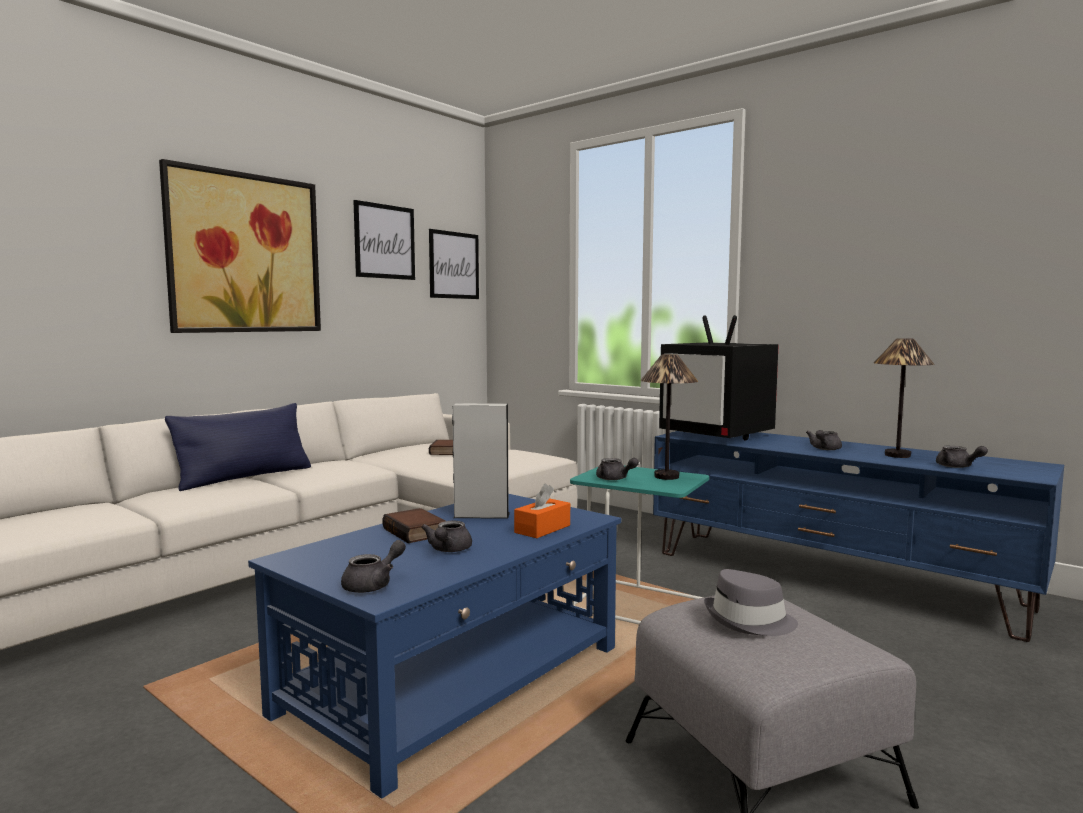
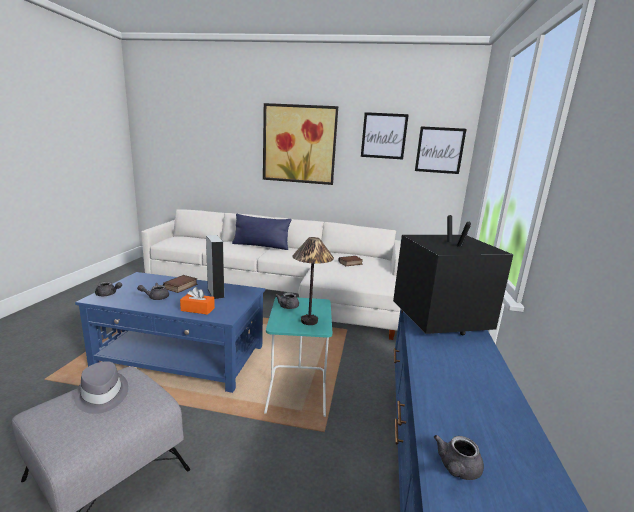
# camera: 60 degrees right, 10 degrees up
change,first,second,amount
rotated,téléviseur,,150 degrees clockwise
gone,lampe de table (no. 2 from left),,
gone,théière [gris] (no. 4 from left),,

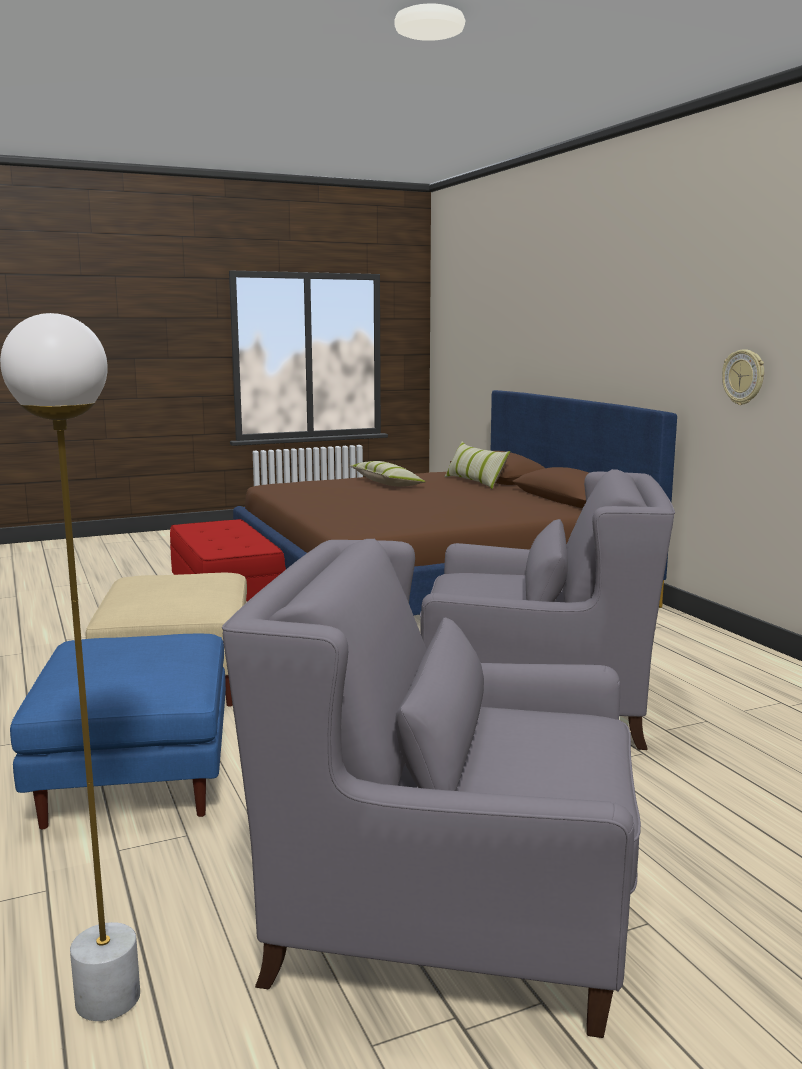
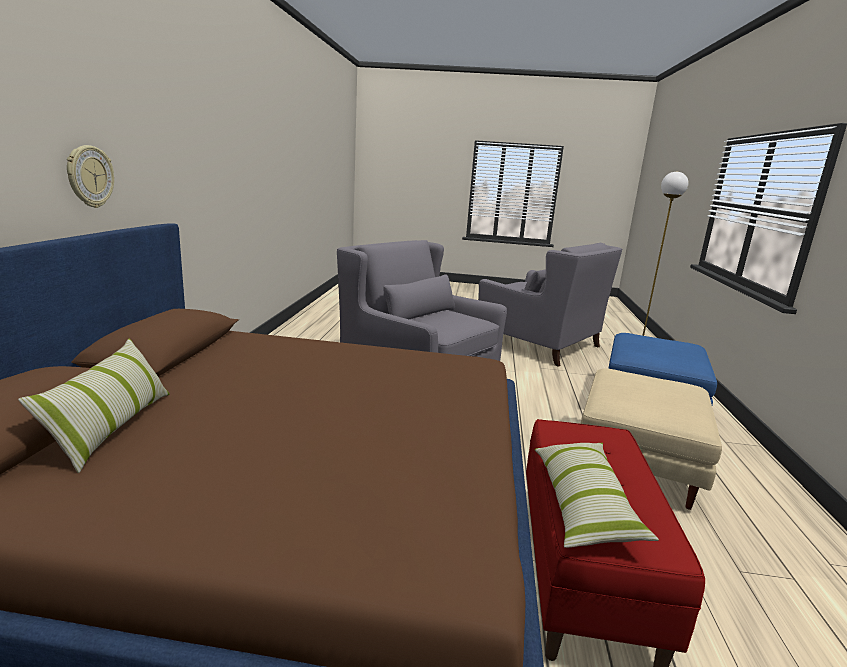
# camera: 150 degrees left, 5 degrees up
change,first,second,amount
shifted,horloge murale,,
shifted,coussin (no. 1 from left in the first image),coussin (no. 2 from left),

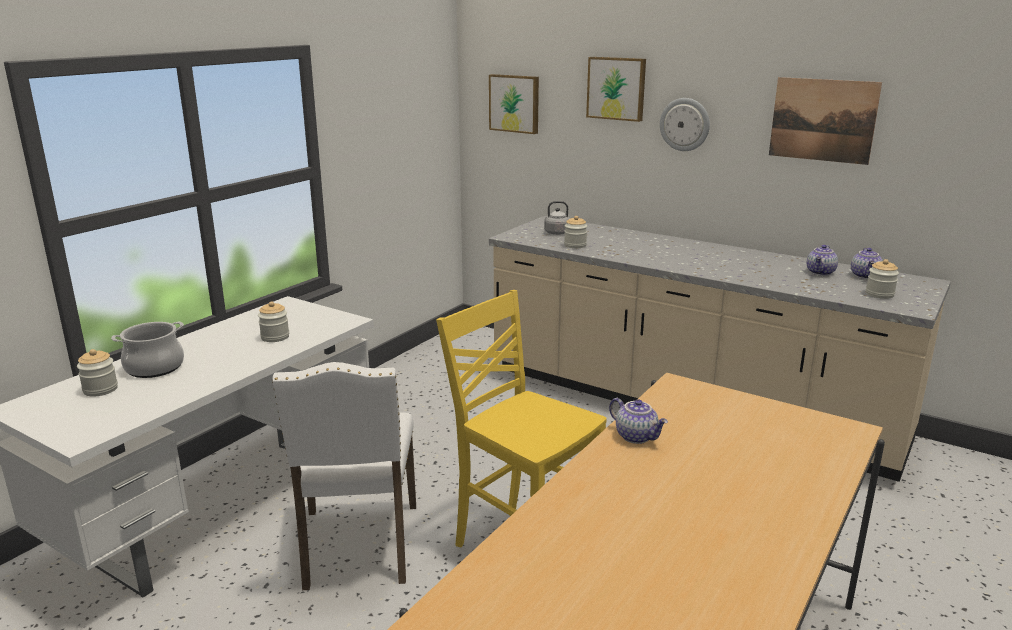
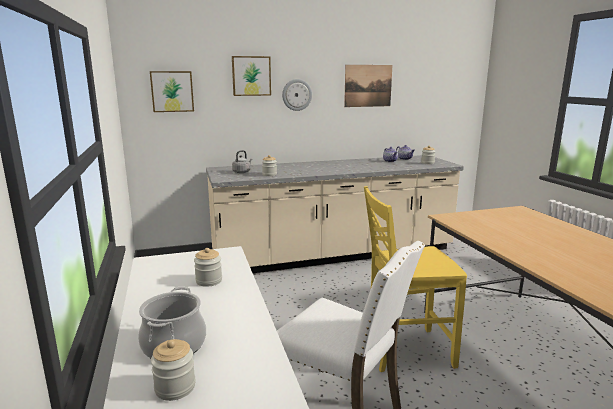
# camera: 50 degrees left, 5 degrees down
change,first,second,amount
gone,théière (no. 1 from left),,

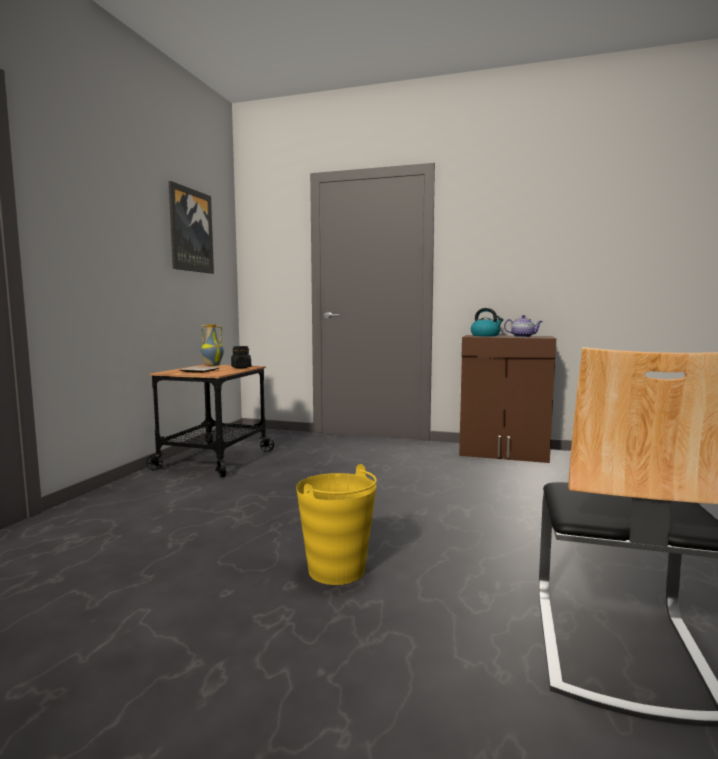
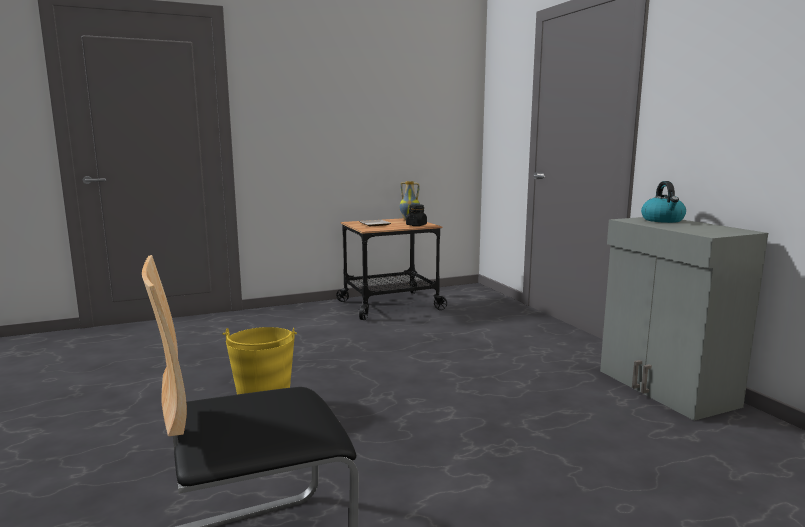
# camera: 50 degrees right, 5 degrees up
change,first,second,amount
gone,tableau,,
gone,théière,,
repainted,meuble de rangement [marron],meuble de rangement [gris],

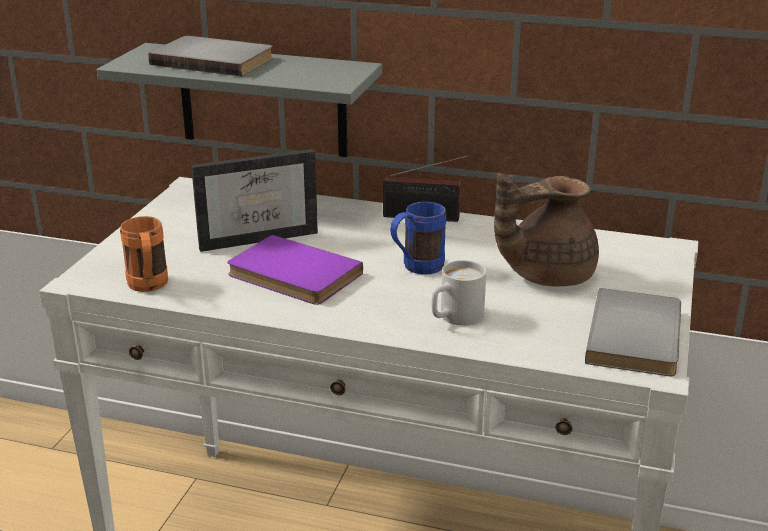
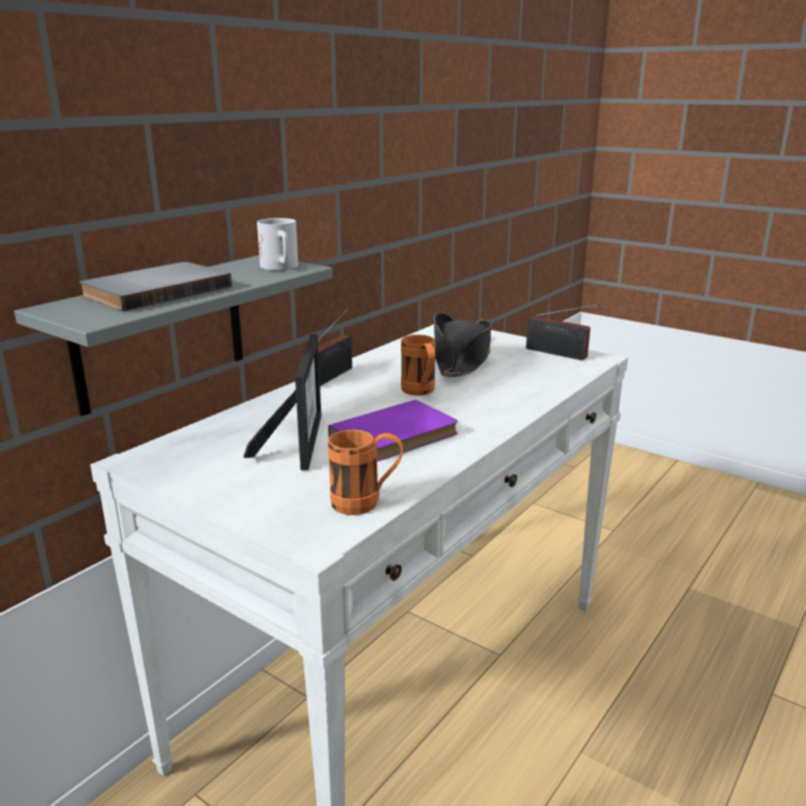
# camera: 70 degrees left, 5 degrees down
change,first,second,amount
swapped,théière [marron],chapeau [noir],
repainted,mug [bleu],mug [orange] (no. 2 from left),
shifted,mug [blanc],,
swapped,livre [gris] (no. 2 from left),radio (no. 2 from left),

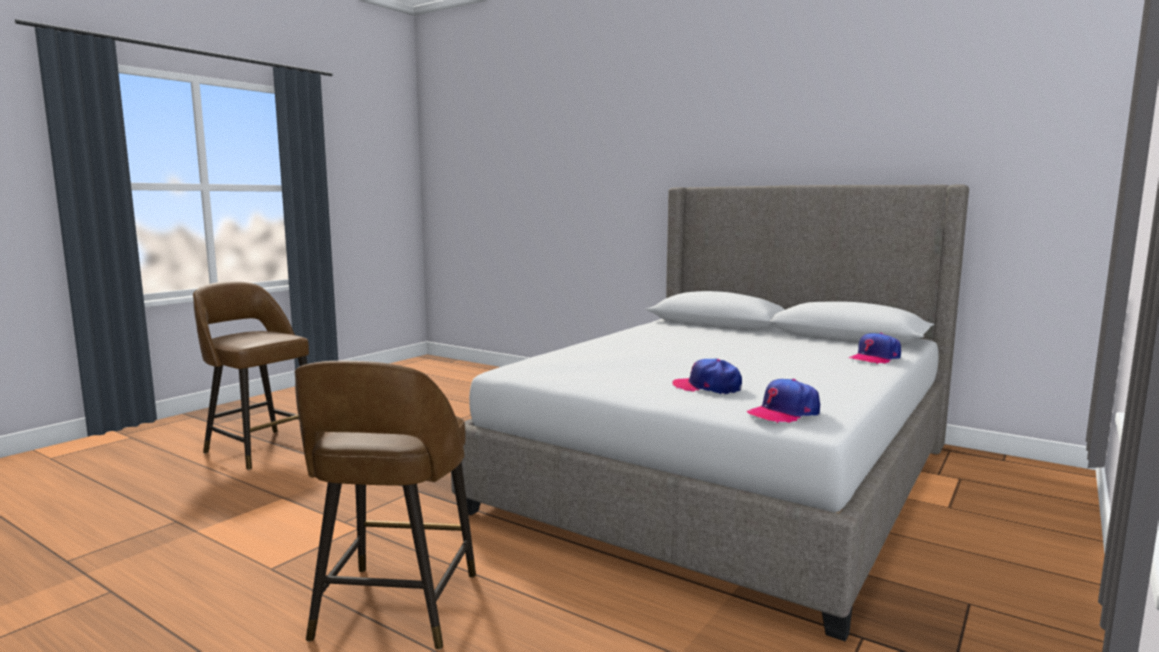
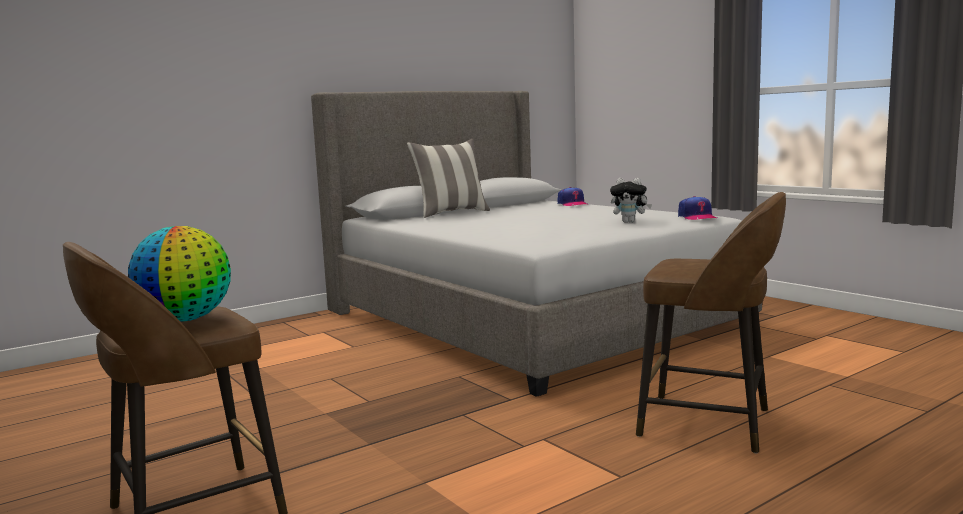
# camera: 70 degrees left, 0 degrees up
change,first,second,amount
swapped,casquette (no. 1 from left),peluche,
new,,coussin,
new,,globe,

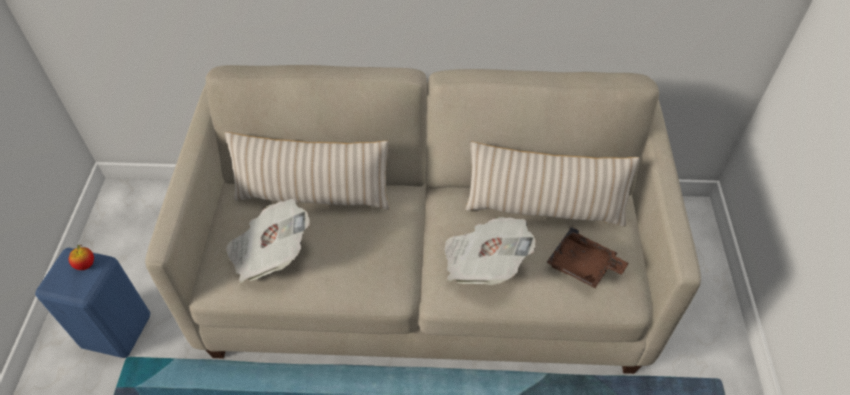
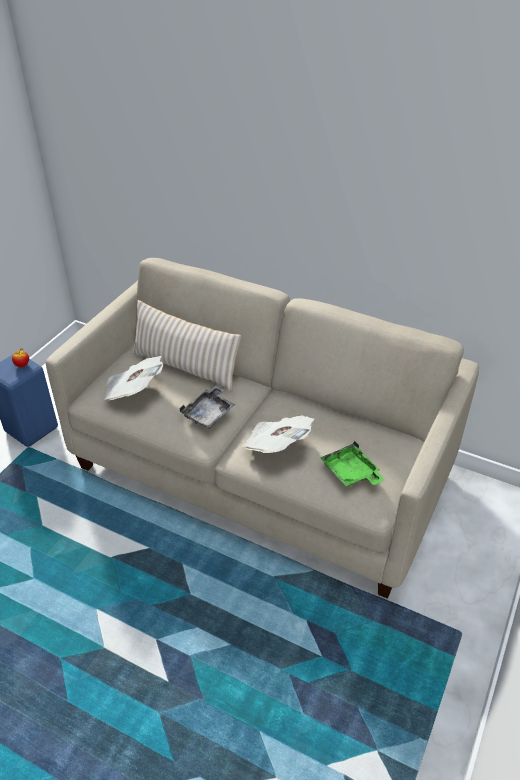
# camera: 25 degrees right, 10 degrees down
change,first,second,amount
gone,coussin [beige] (no. 2 from left),,
repainted,plateau [marron],plateau [vert],
new,,plateau [gris],

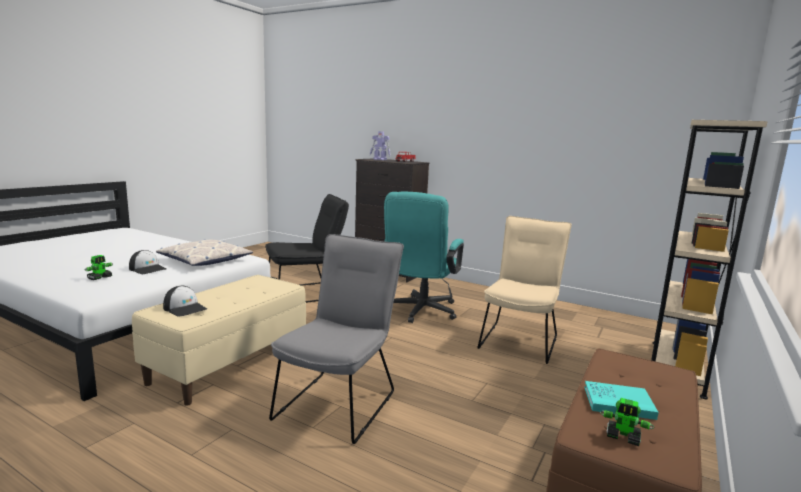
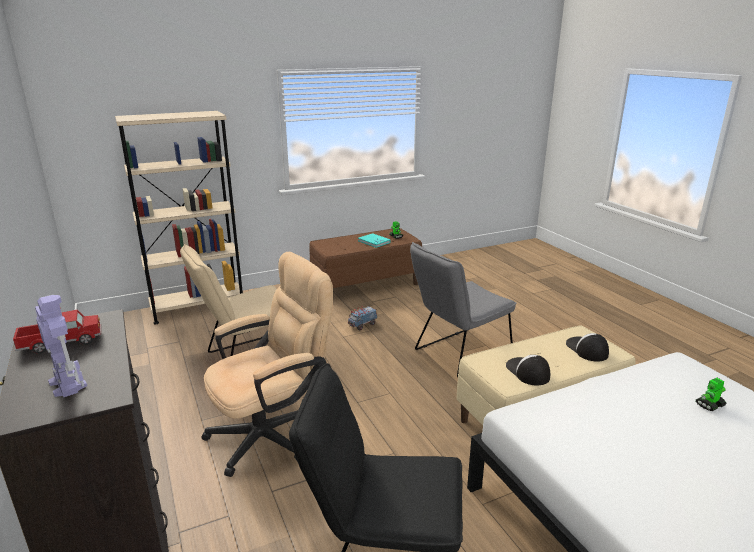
# camera: 145 degrees left, 10 degrees up
change,first,second,amount
repainted,chaise de bureau [turquoise],chaise de bureau [beige],
gone,coussin,,
shifted,casquette (no. 1 from left),,
new,,camion jouet (no. 2 from left),

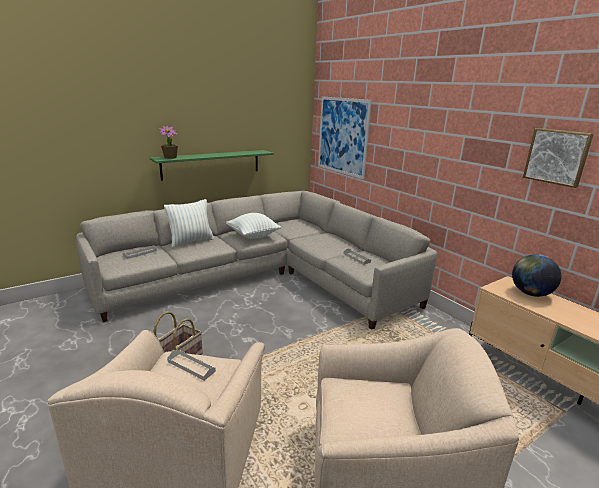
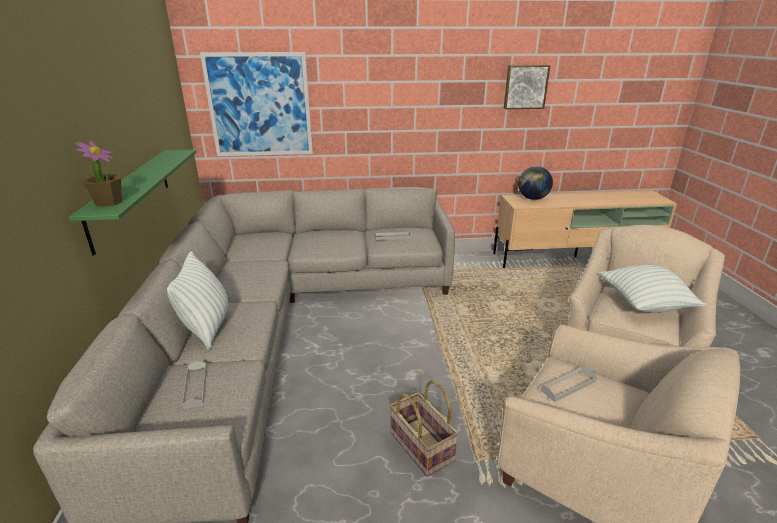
# camera: 60 degrees left, 5 degrees up
change,first,second,amount
shifted,coussin (no. 2 from left),,

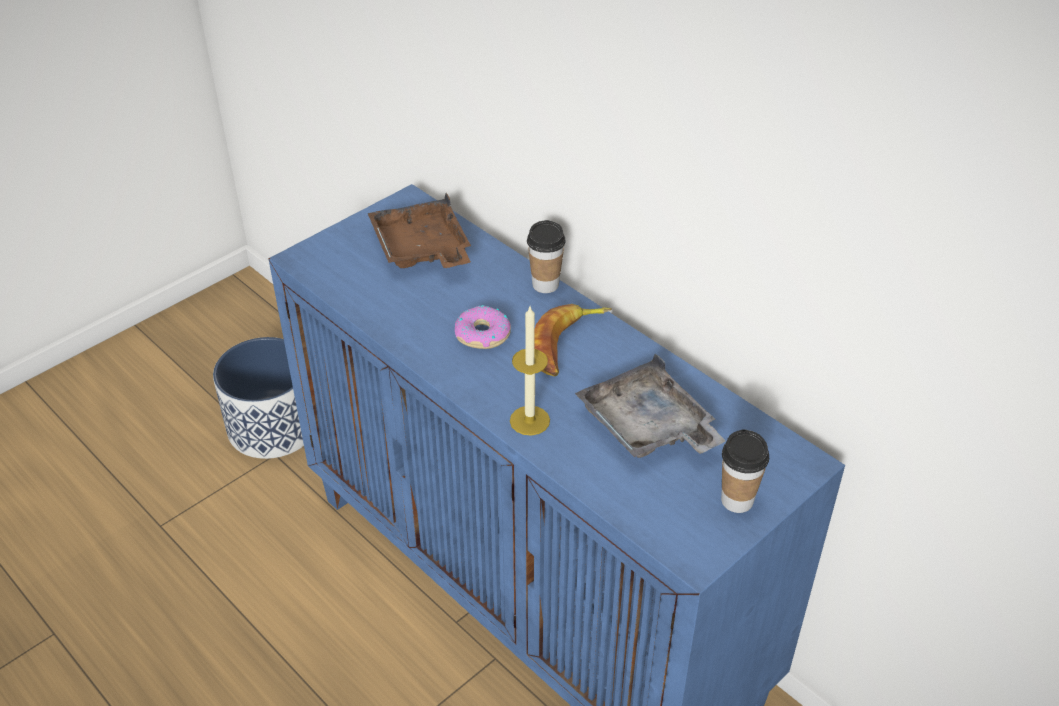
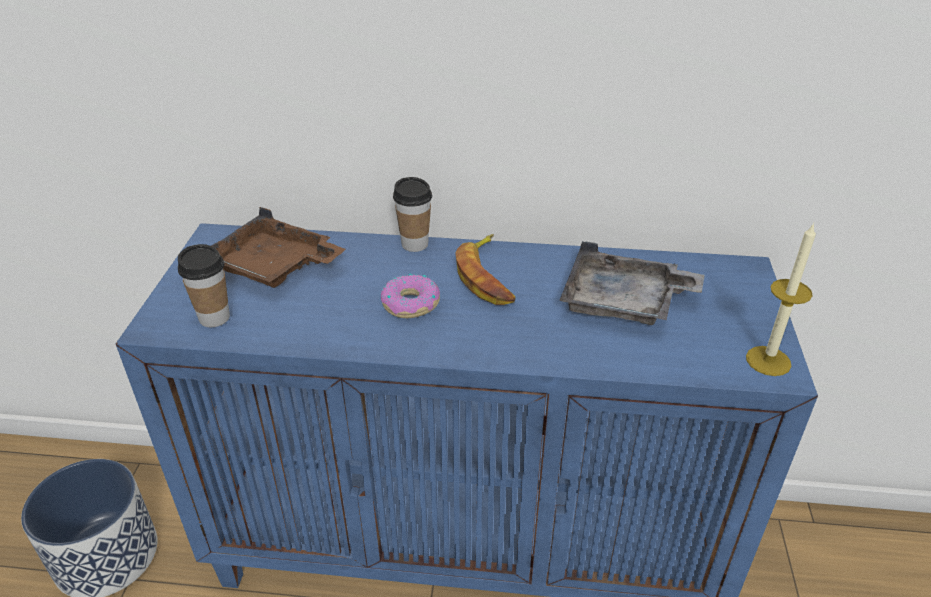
# camera: 40 degrees left, 5 degrees down
change,first,second,amount
shifted,bougie,,
shifted,tasse (no. 2 from left in the first image),tasse (no. 1 from left),

